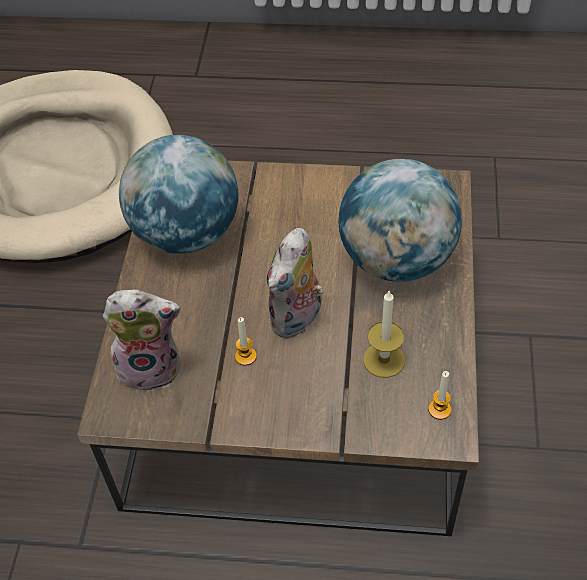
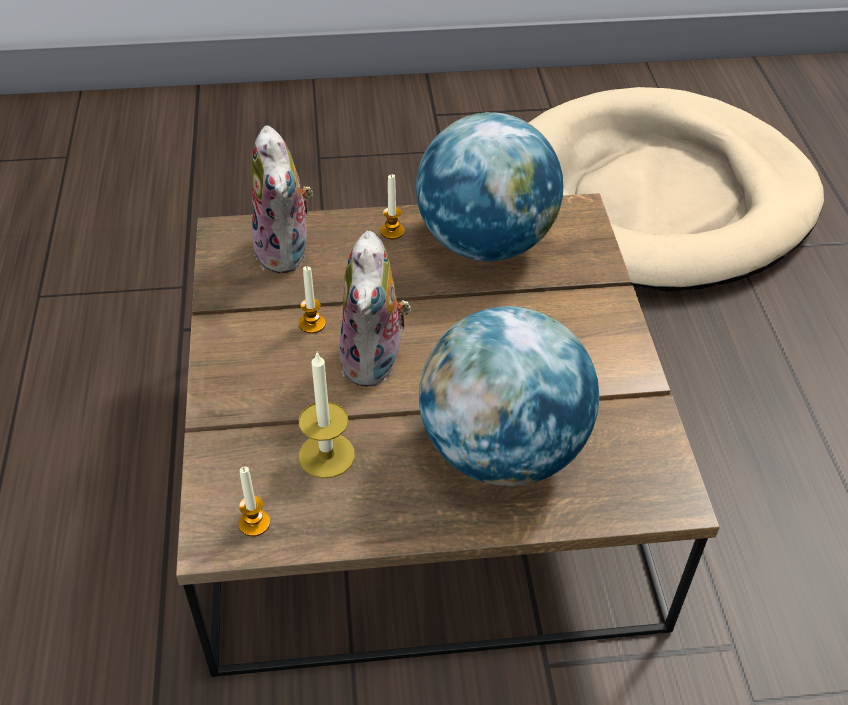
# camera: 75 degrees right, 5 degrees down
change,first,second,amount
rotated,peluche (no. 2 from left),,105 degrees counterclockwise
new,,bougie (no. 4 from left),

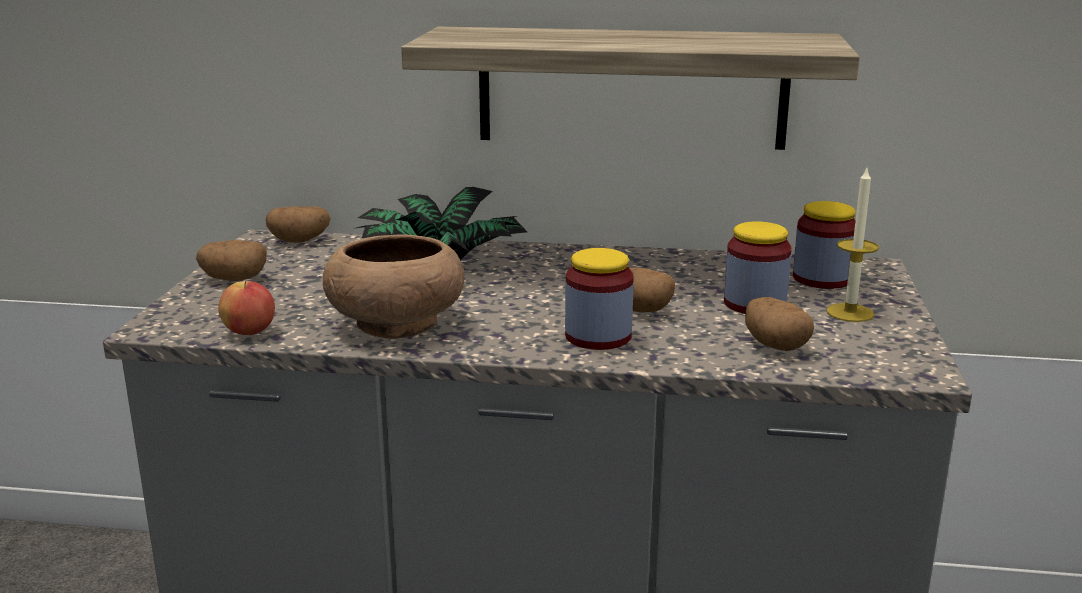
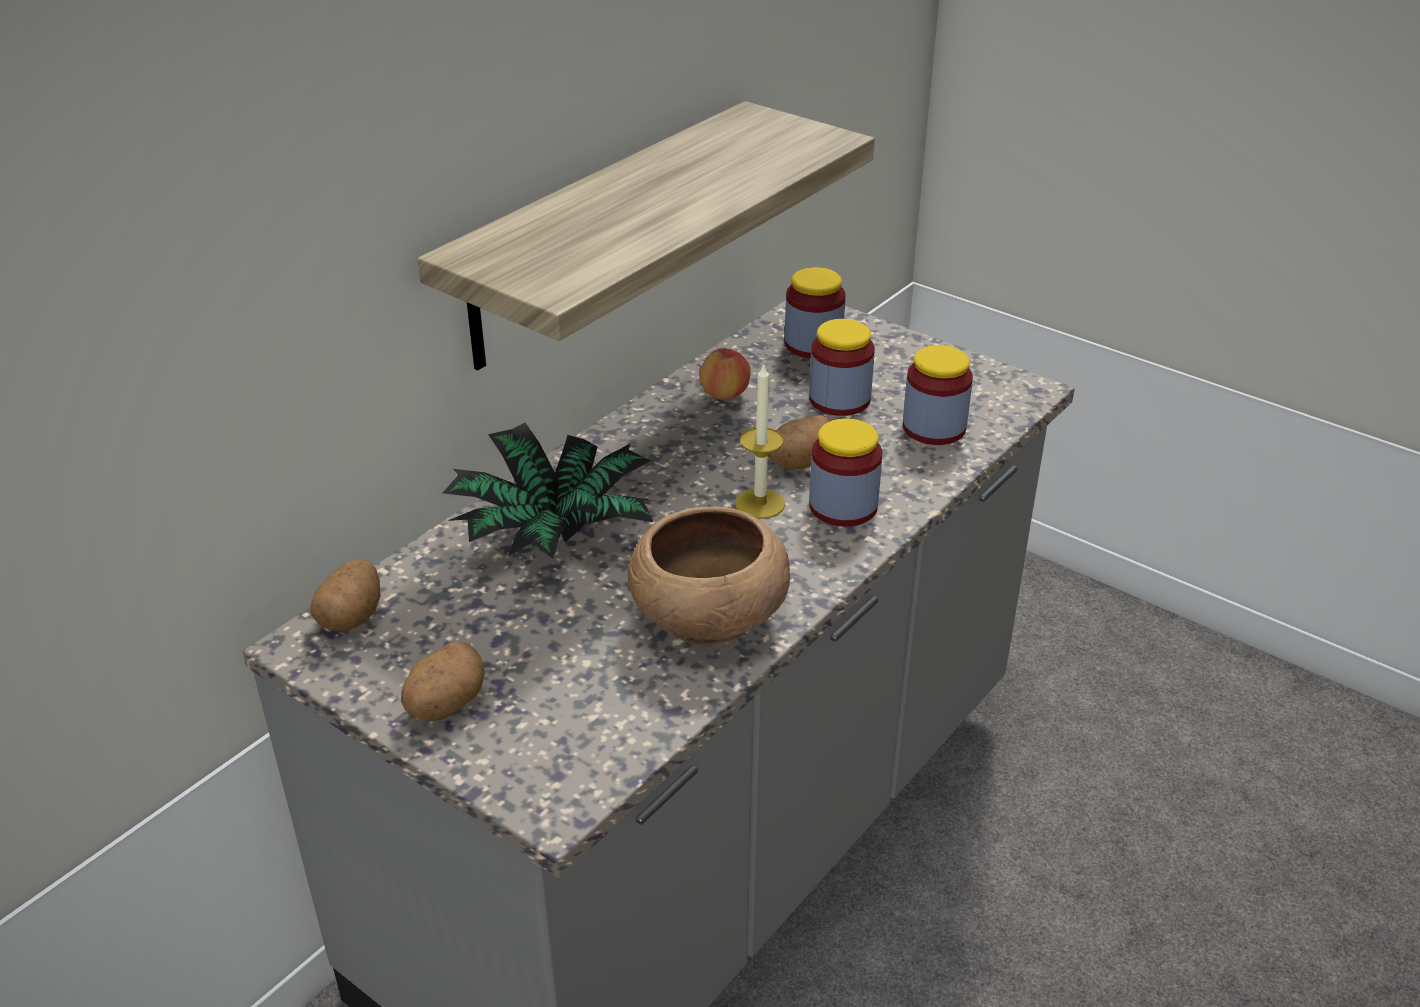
# camera: 60 degrees left, 15 degrees up
change,first,second,amount
shifted,bougie,,
shifted,pomme,,
swapped,pomme de terre (no. 4 from left),bocal (no. 4 from left),

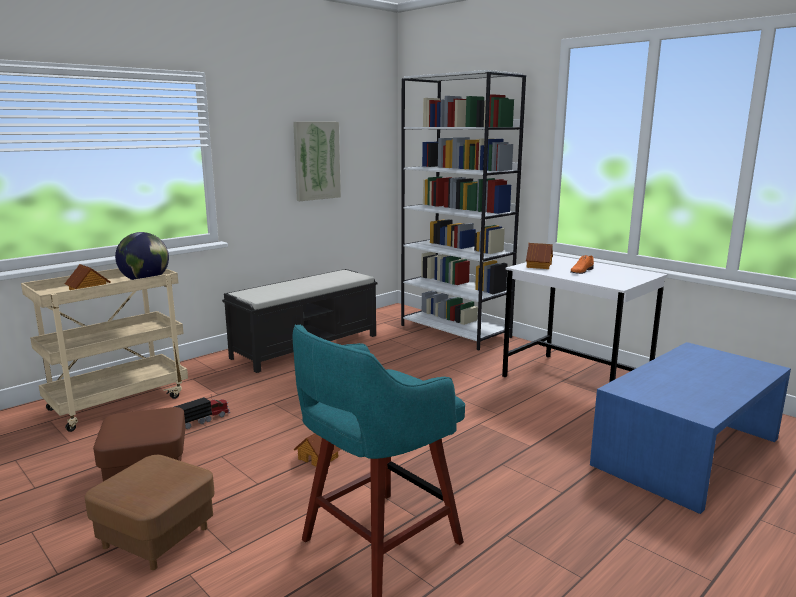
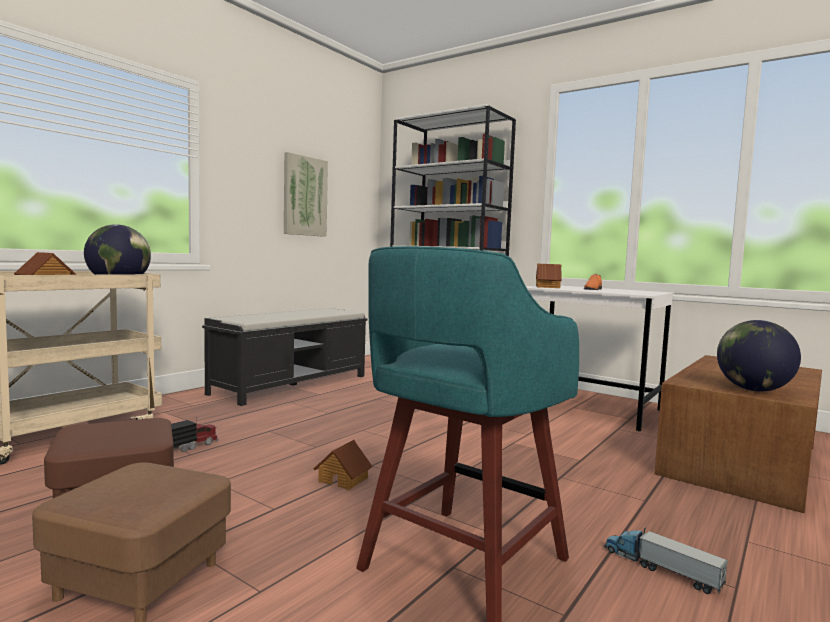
# camera: 10 degrees left, 10 degrees down
change,first,second,amount
repainted,table basse [bleu],table basse [marron],
new,,globe (no. 2 from left),
new,,camion jouet (no. 2 from left),

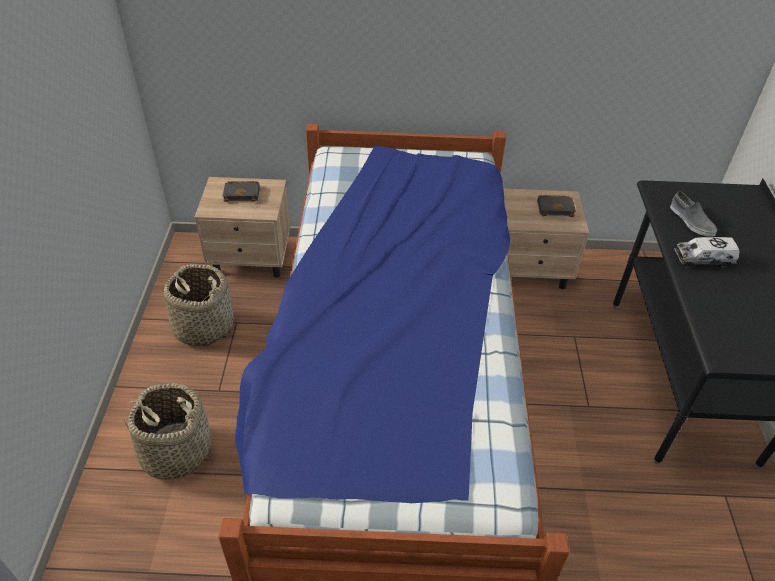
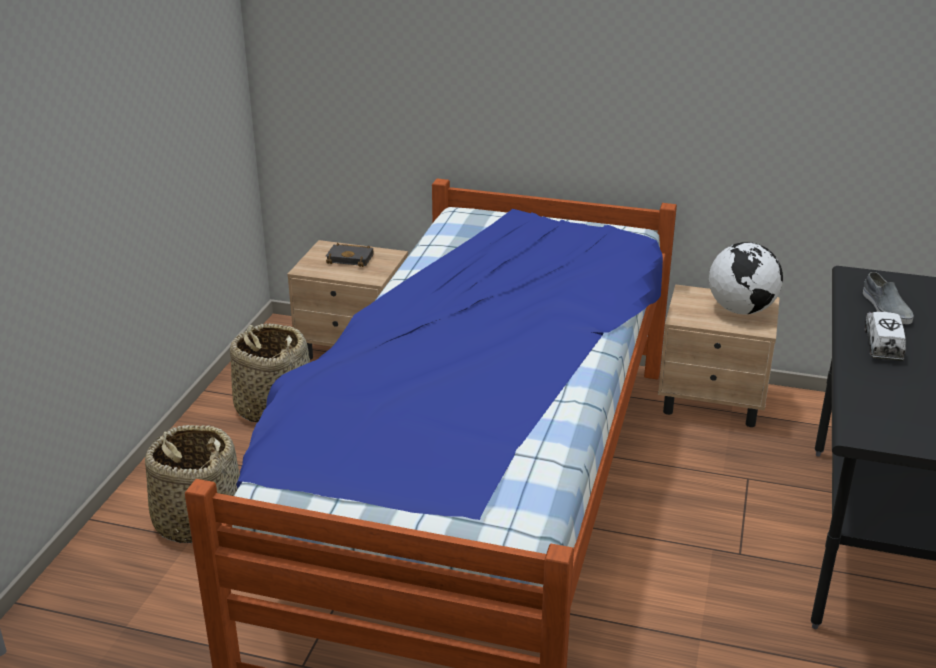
# camera: 15 degrees right, 15 degrees down
change,first,second,amount
swapped,livre [noir] (no. 2 from left),globe,
rotated,camion jouet,,90 degrees clockwise

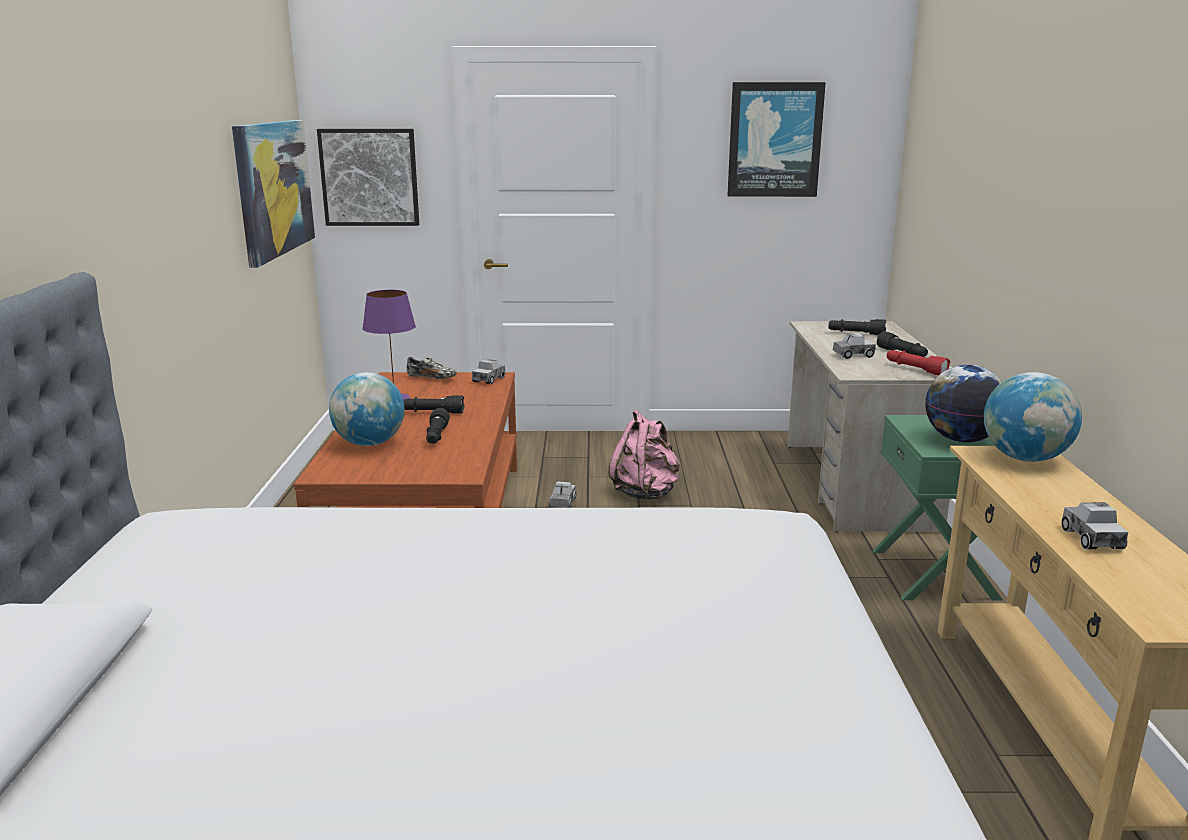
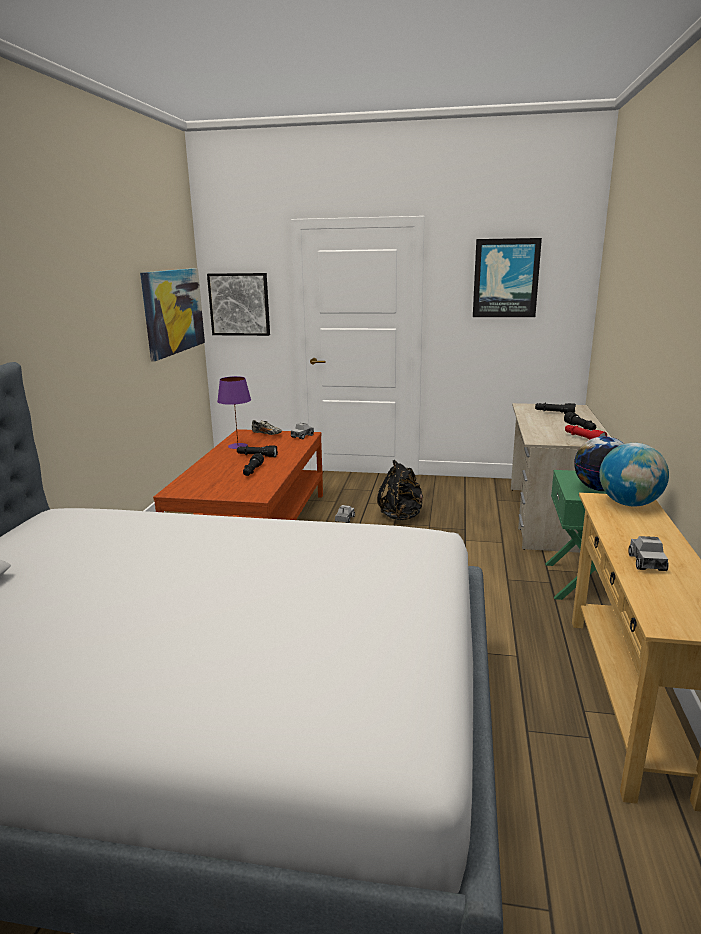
# camera: 10 degrees right, 0 degrees up
change,first,second,amount
gone,camion jouet (no. 3 from left),,
gone,globe (no. 1 from left),,
repainted,sac à dos [rose],sac à dos [noir],

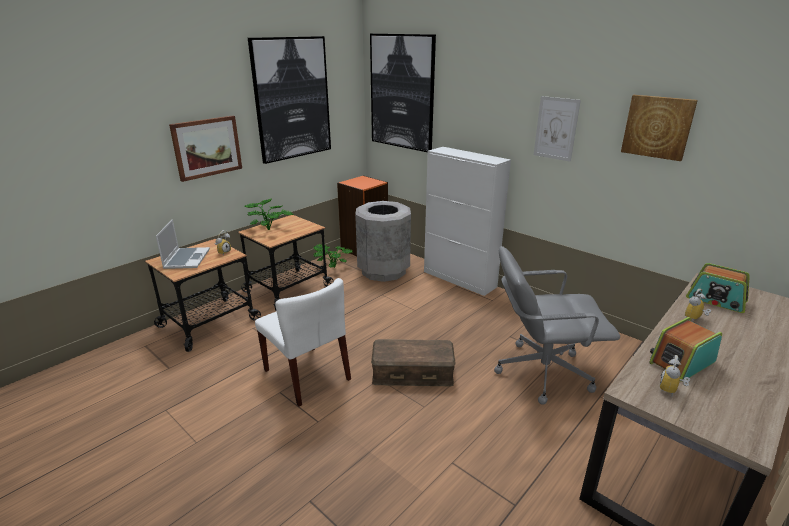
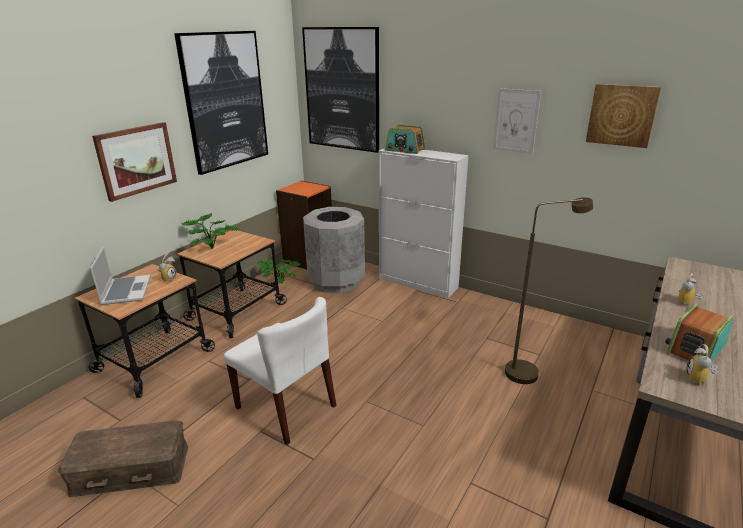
# camera: 10 degrees left, 0 degrees up
change,first,second,amount
swapped,chaise de bureau [gris],lampadaire [marron],
shifted,radio (no. 2 from left in the first image),radio (no. 1 from left),
shifted,boîte de rangement [marron],,

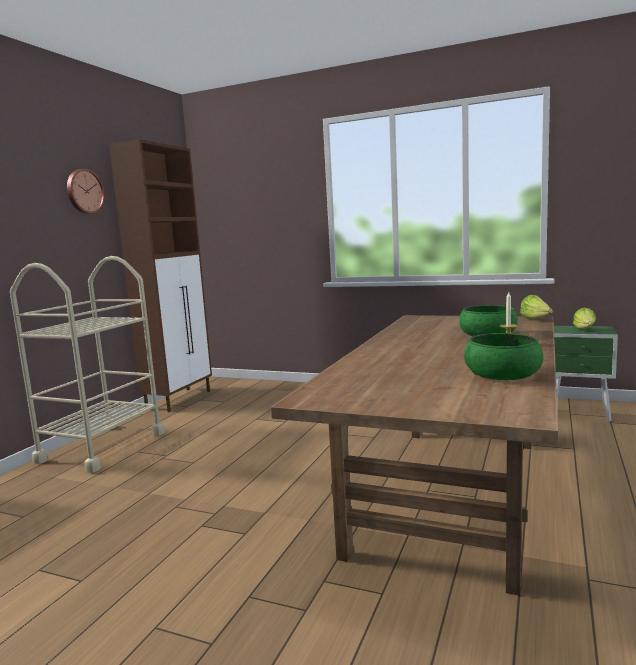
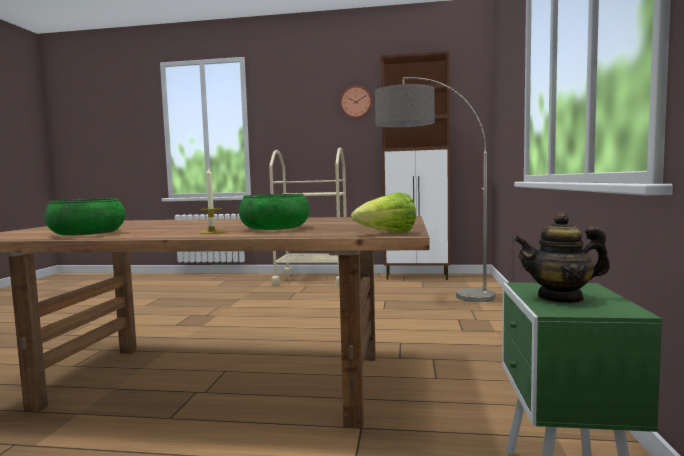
# camera: 75 degrees right, 5 degrees down
change,first,second,amount
swapped,laitue (no. 2 from left),théière,
new,,lampadaire,

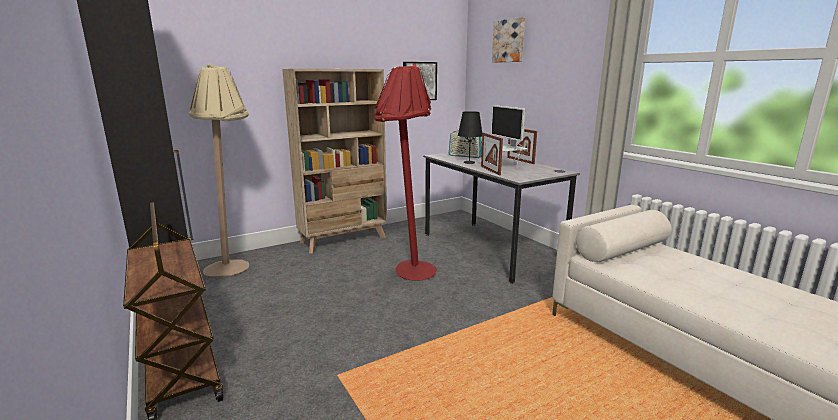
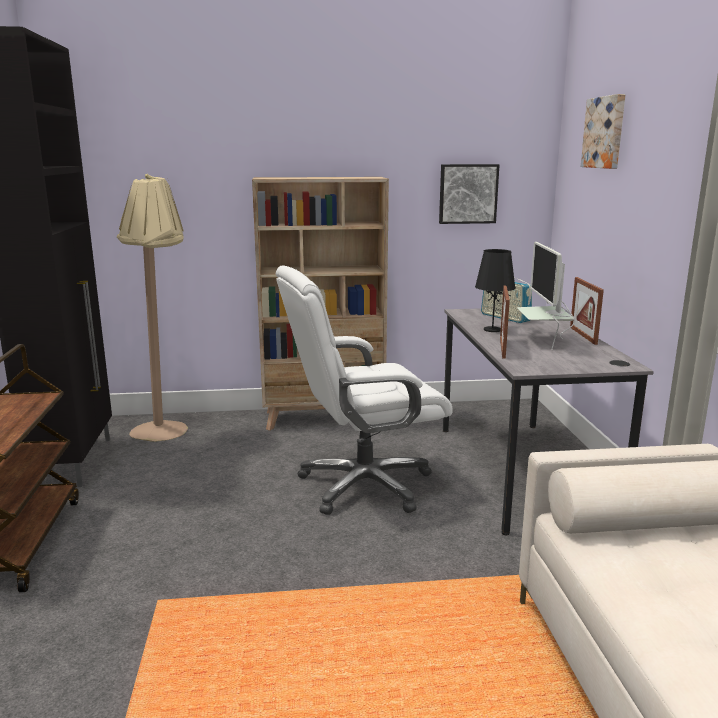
# camera: 25 degrees right, 0 degrees up
change,first,second,amount
swapped,lampadaire [rouge],chaise de bureau [blanc],

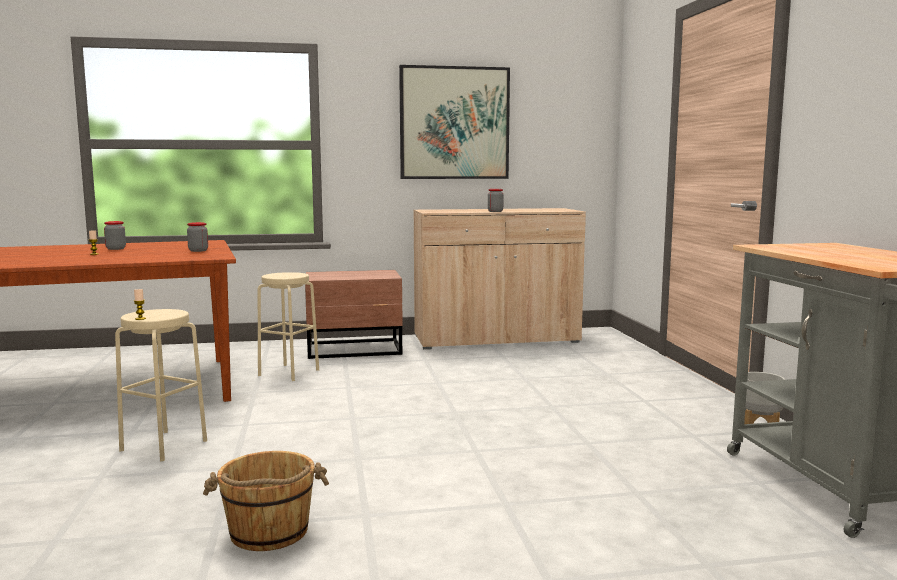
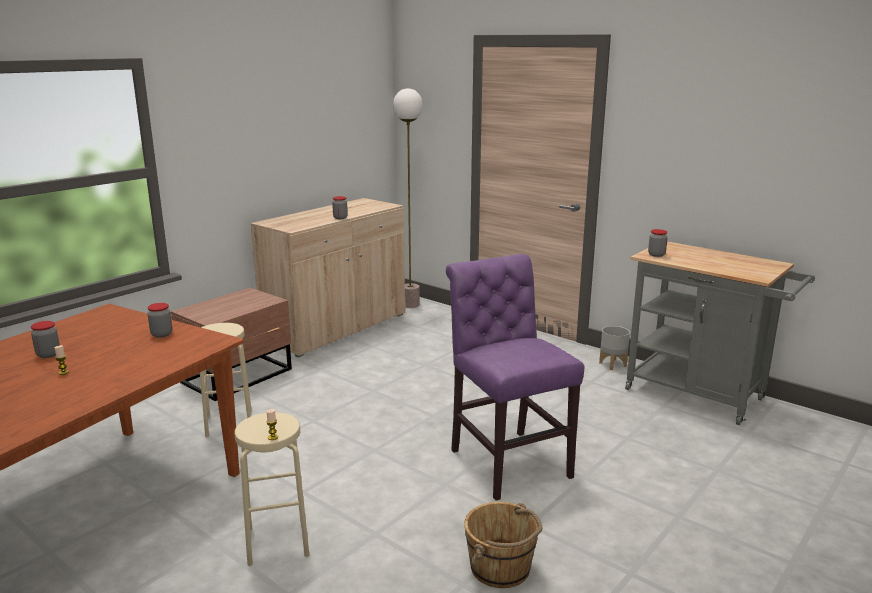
# camera: 40 degrees left, 10 degrees up
change,first,second,amount
gone,tableau,,
new,,lampadaire,
new,,bocal (no. 4 from left),
new,,chaise [violet],

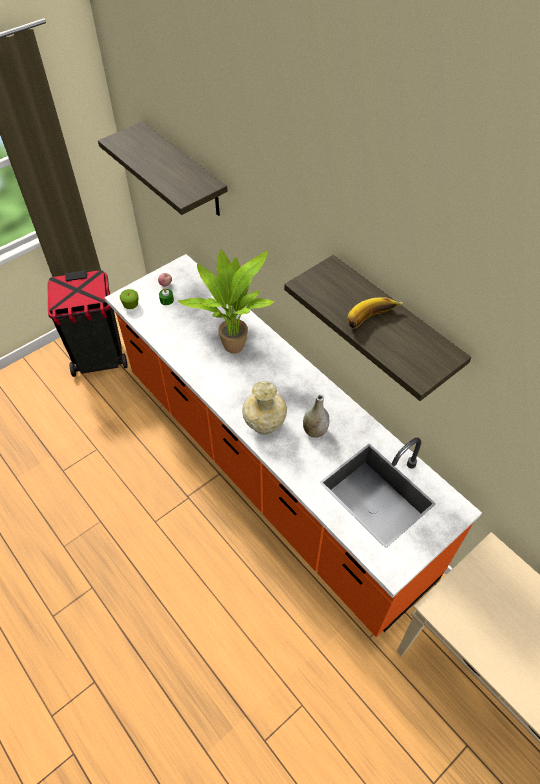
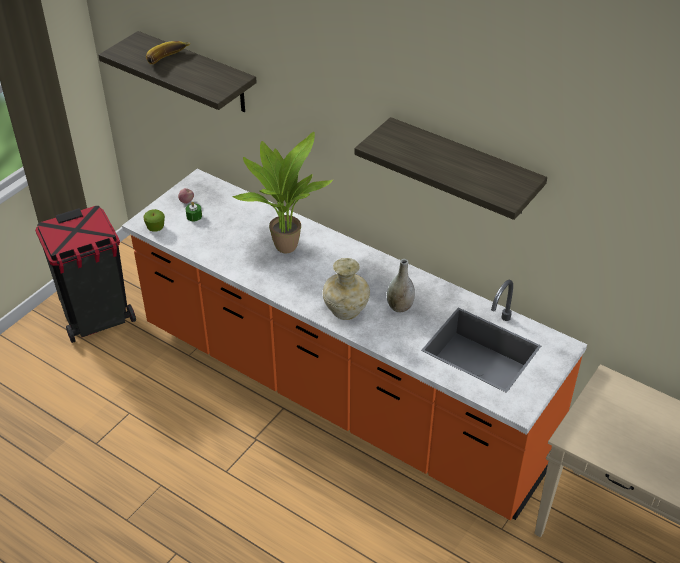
# camera: 15 degrees left, 10 degrees down
change,first,second,amount
shifted,banane,,

